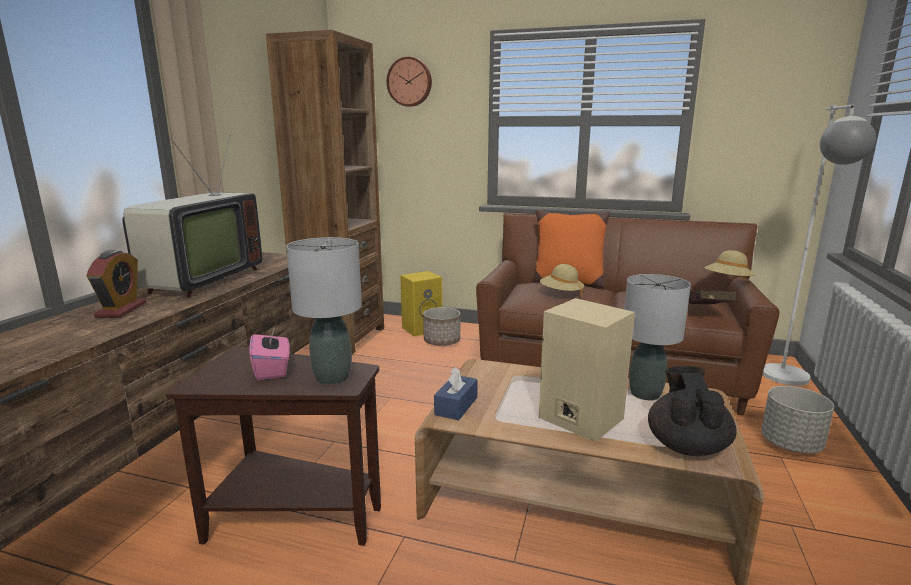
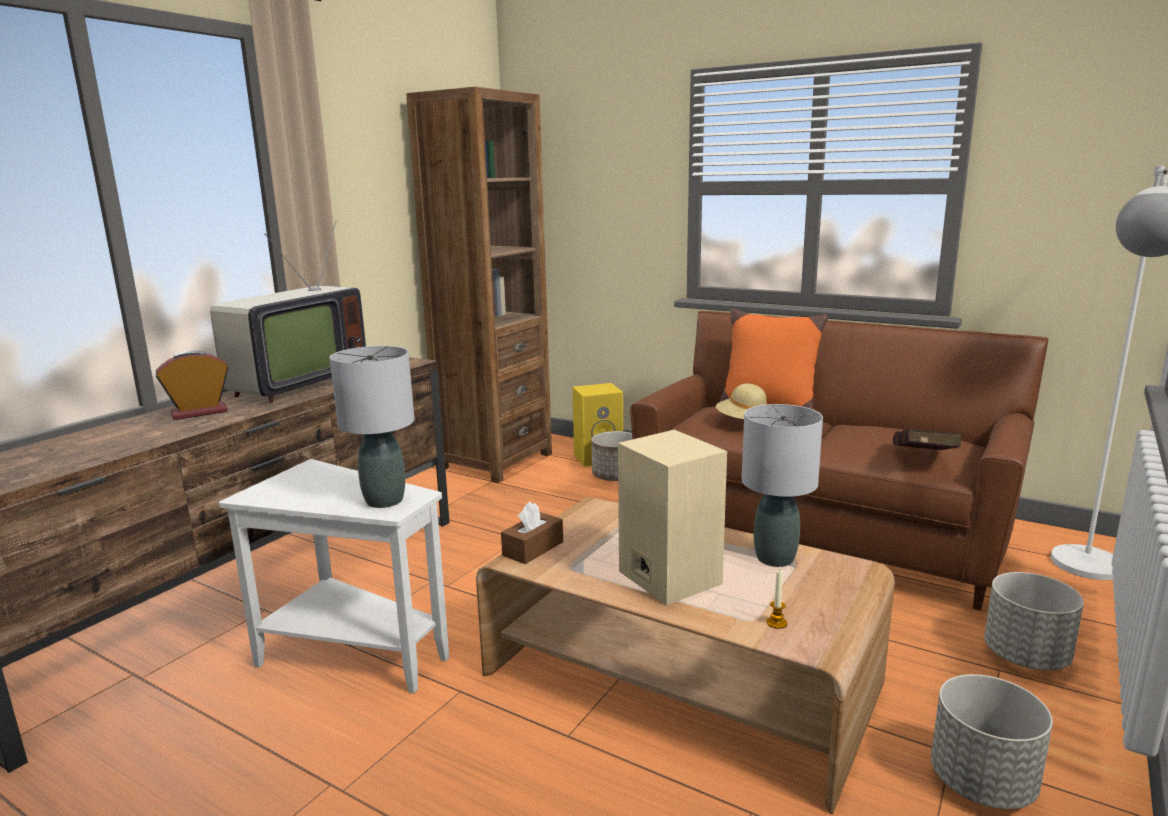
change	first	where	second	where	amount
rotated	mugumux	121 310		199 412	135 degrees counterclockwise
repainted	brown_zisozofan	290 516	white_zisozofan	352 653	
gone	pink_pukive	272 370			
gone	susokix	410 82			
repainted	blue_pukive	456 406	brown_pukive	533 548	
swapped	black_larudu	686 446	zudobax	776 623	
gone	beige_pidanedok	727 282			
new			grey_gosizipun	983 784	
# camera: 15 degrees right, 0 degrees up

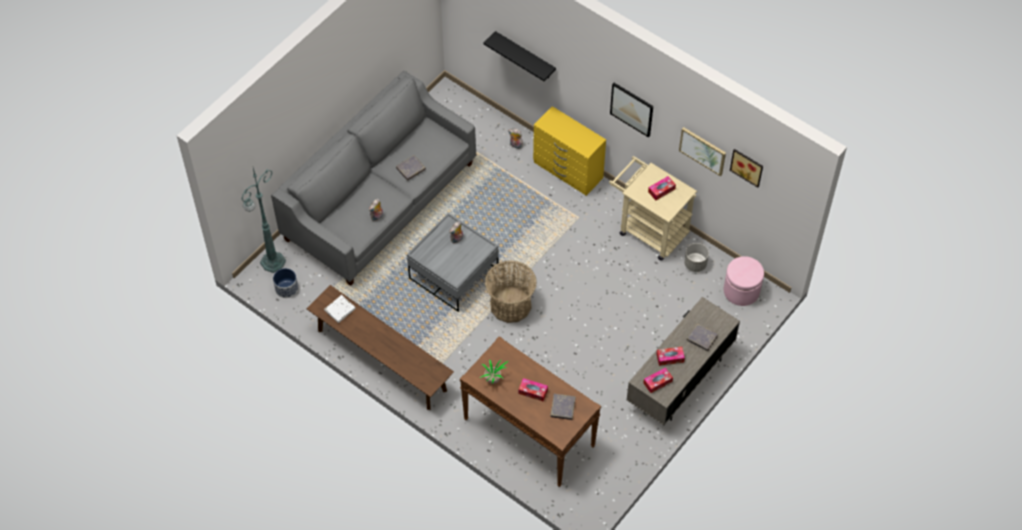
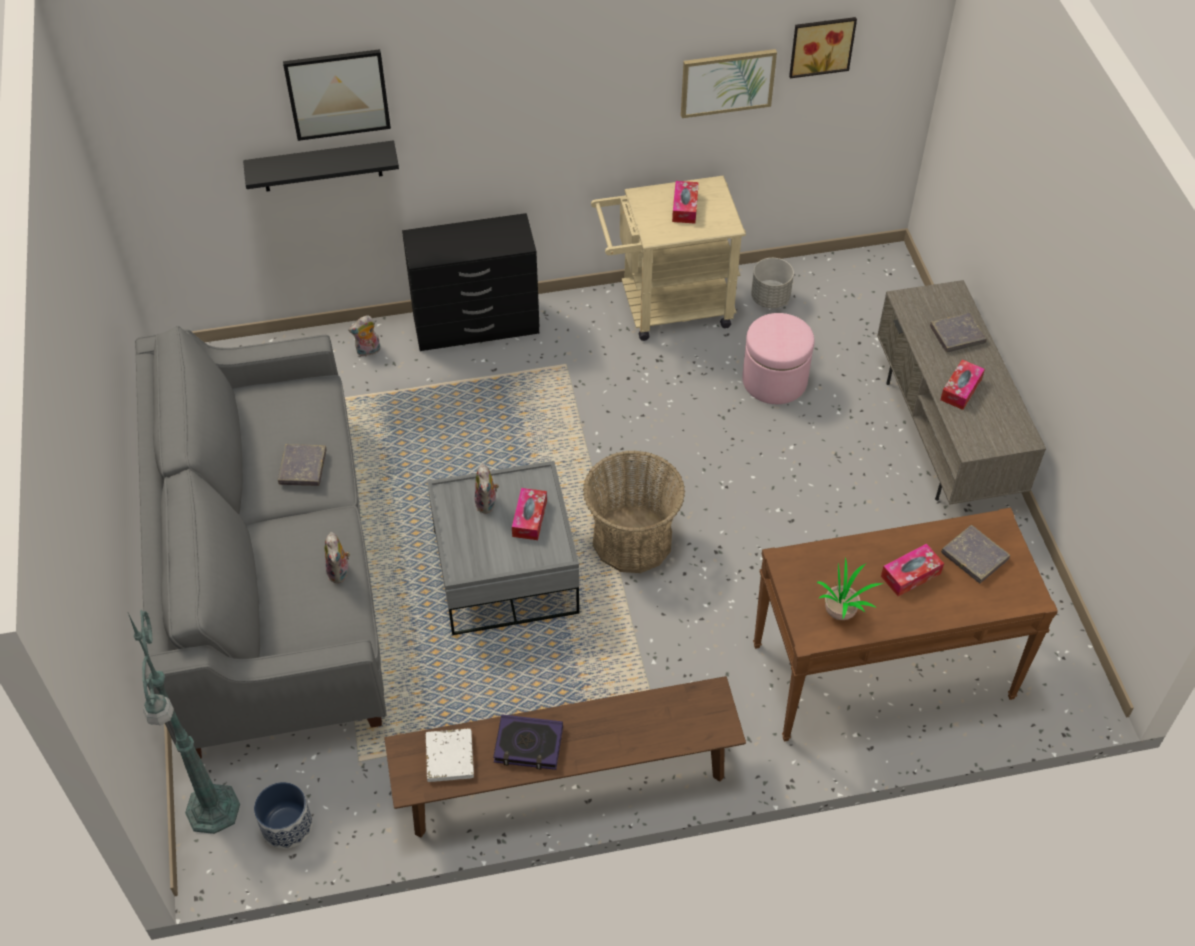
change	first	where	second	where	amount
repainted	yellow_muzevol	568 171	black_muzevol	477 325	
shifted	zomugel	632 109		337 94	
shifted	pukive	657 382		529 518	
shifted	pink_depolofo	741 291		774 380	
new			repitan	528 745	
# camera: 50 degrees left, 5 degrees down

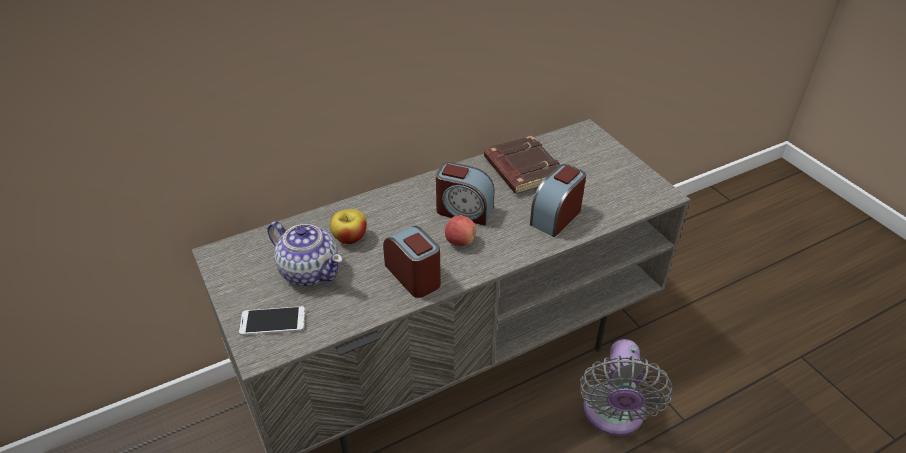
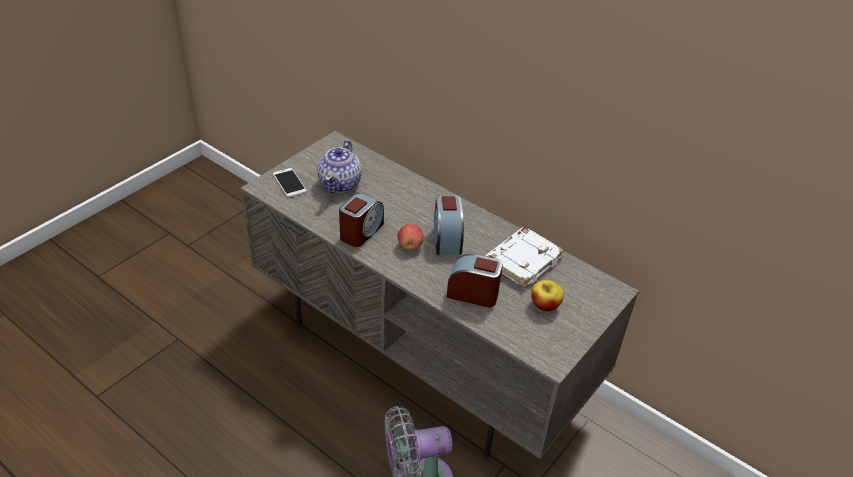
change	first	where	second	where	amount
shifted	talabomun	350 238		545 305	
repainted	brown_repitan	521 170	white_repitan	522 260	
# camera: 65 degrees right, 0 degrees up

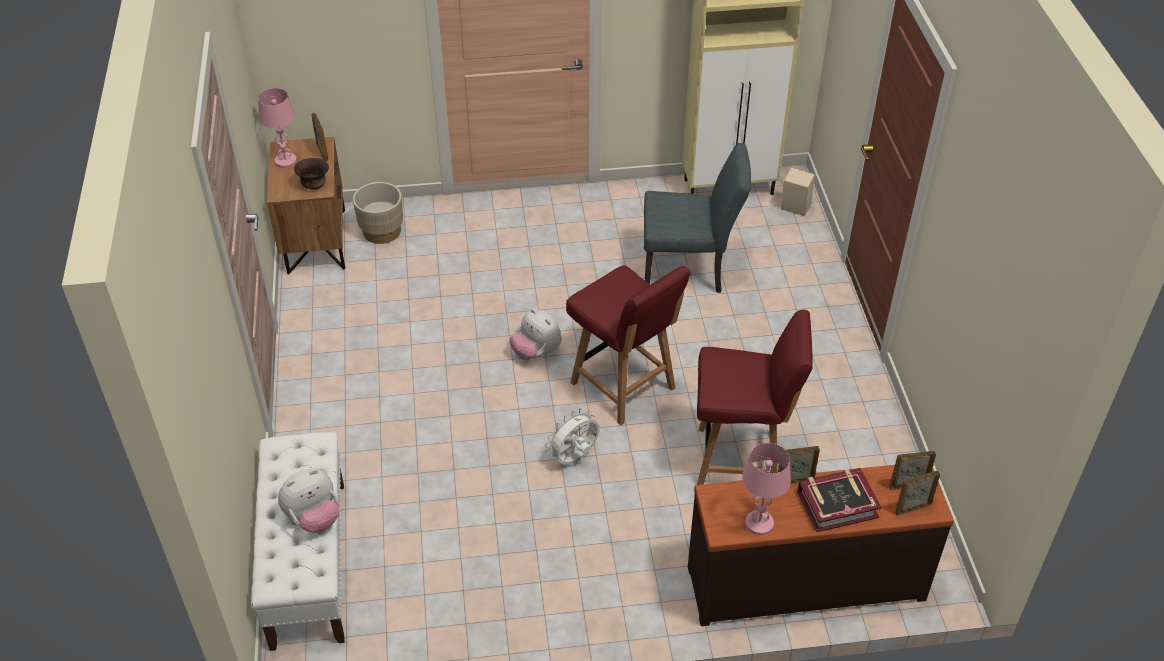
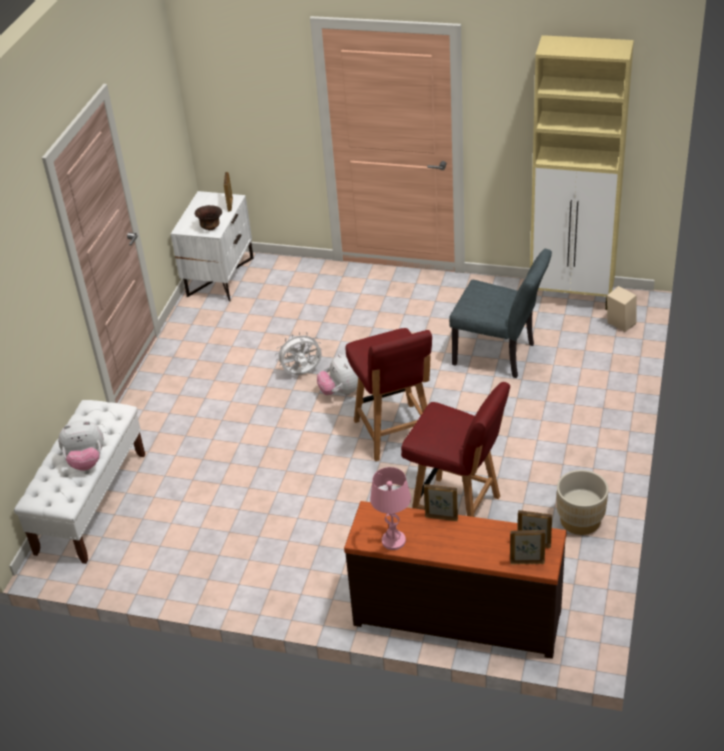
change	first	where	second	where	amount
gone	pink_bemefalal	285 161			
repainted	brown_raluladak	315 241	white_raluladak	219 276	
shifted	beige_gosizipun	382 231		580 520	
shifted	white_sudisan	574 458		302 373	
gone	repitan	837 504			
# camera: 25 degrees right, 5 degrees down

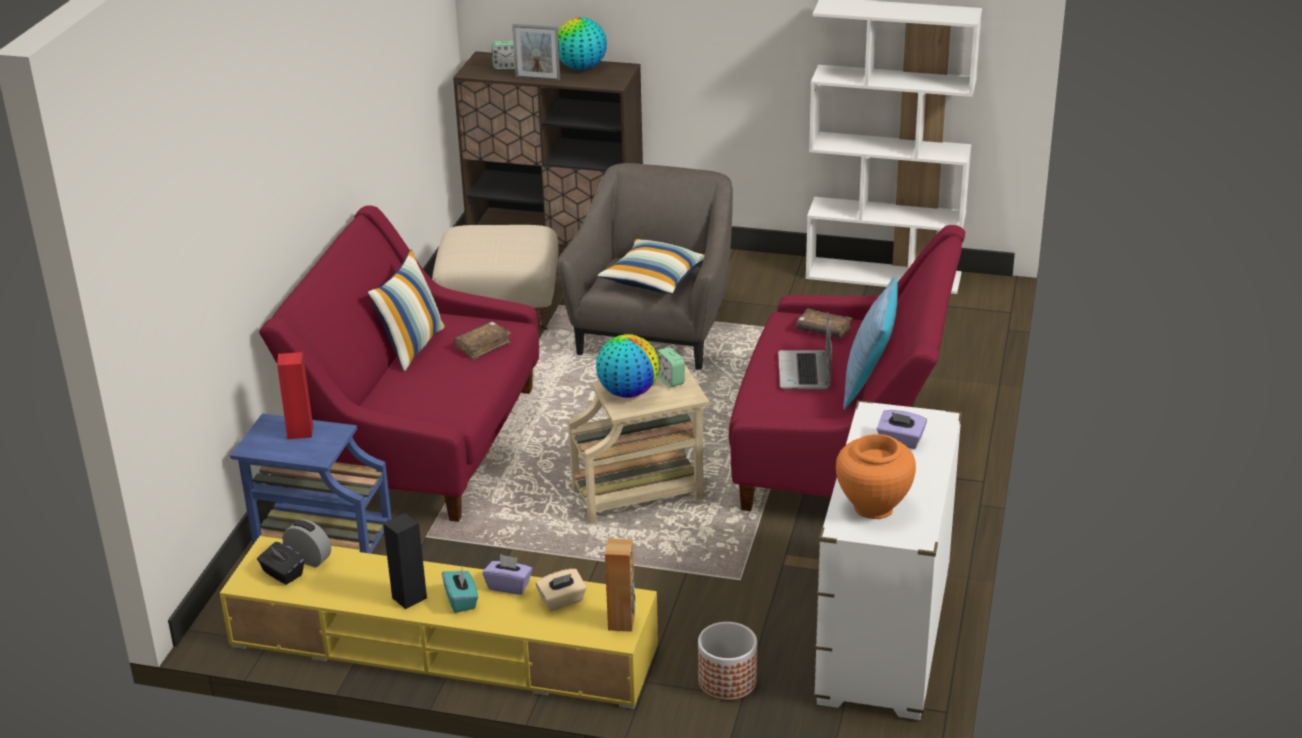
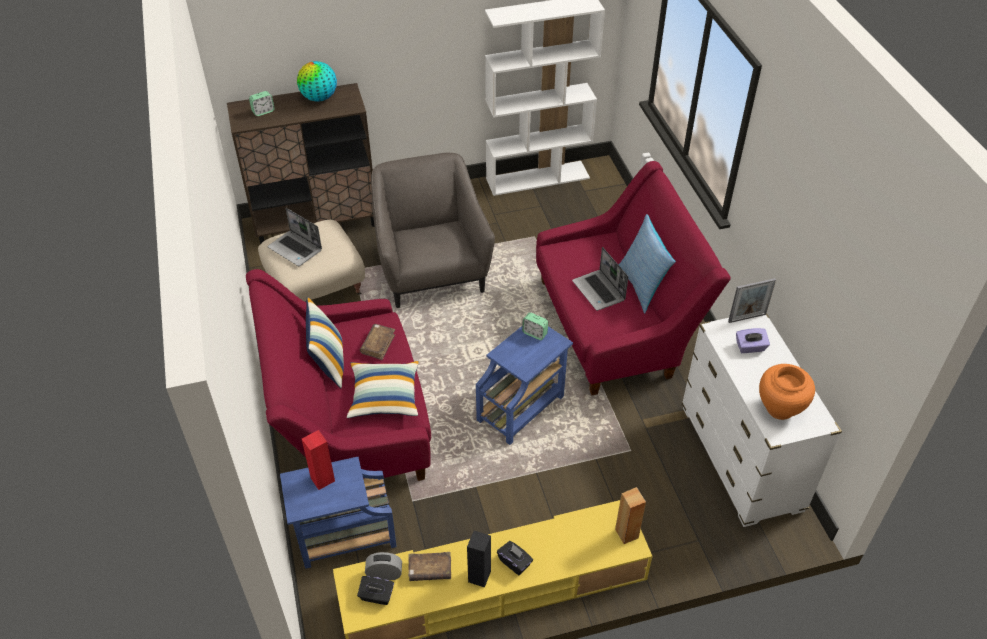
change	first	where	second	where	amount
repainted	turquoise_pukive	461 600	black_pukive	515 562	
gone	purple_pukive	509 586			
shifted	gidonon	537 78		747 318	
gone	beige_pukive	562 600			
repainted	beige_zisozofan	641 494	blue_zisozofan	522 407	
gone	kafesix	628 392			
shifted	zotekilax	654 279		384 396	
gone	gosizipun	727 681			
shifted	brown_repitan	823 330		430 570	
new			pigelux	296 249	
# camera: 30 degrees left, 15 degrees up

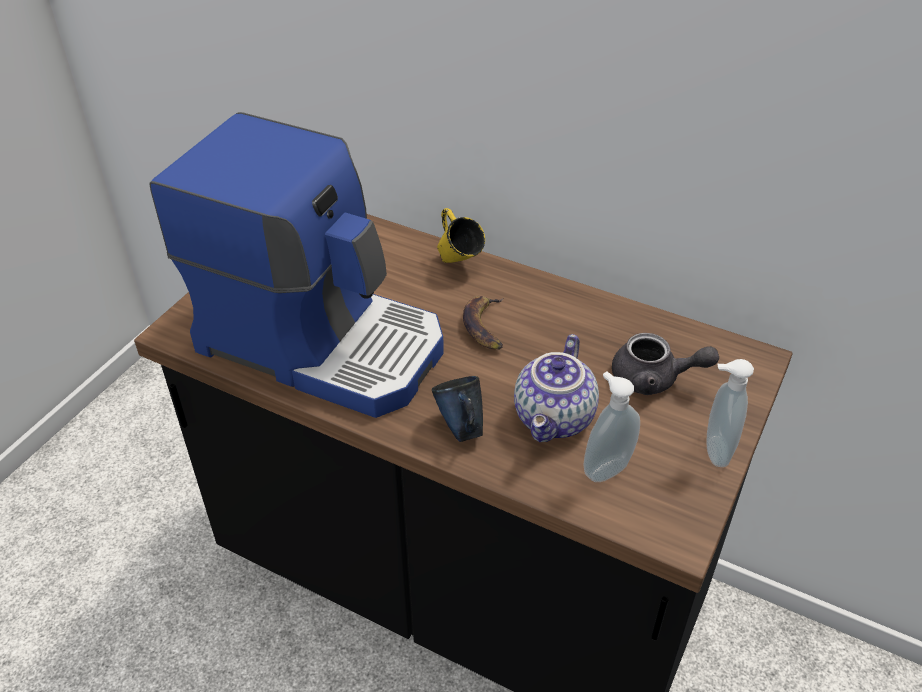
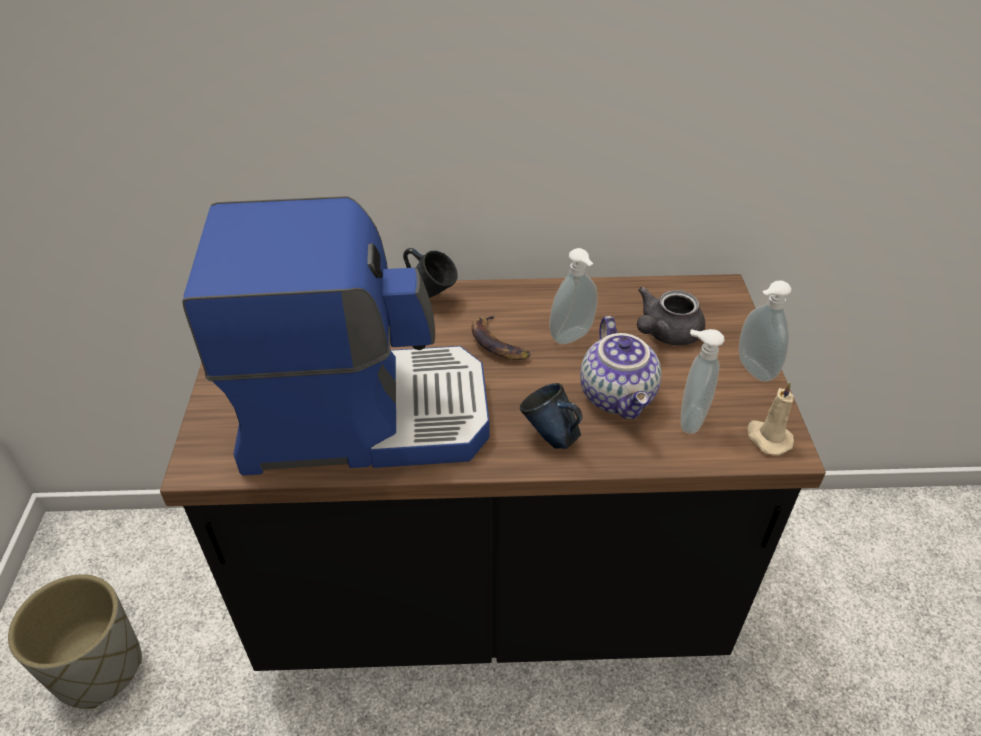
change	first	where	second	where	amount
repainted	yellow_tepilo	458 264	blue_tepilo	430 298	
rotated	grey_larudu	654 379		665 333	150 degrees clockwise
new			grey_gosizipun	98 667	
new			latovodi	573 338	
new			beige_zudobax	767 438	
# camera: 30 degrees left, 0 degrees up

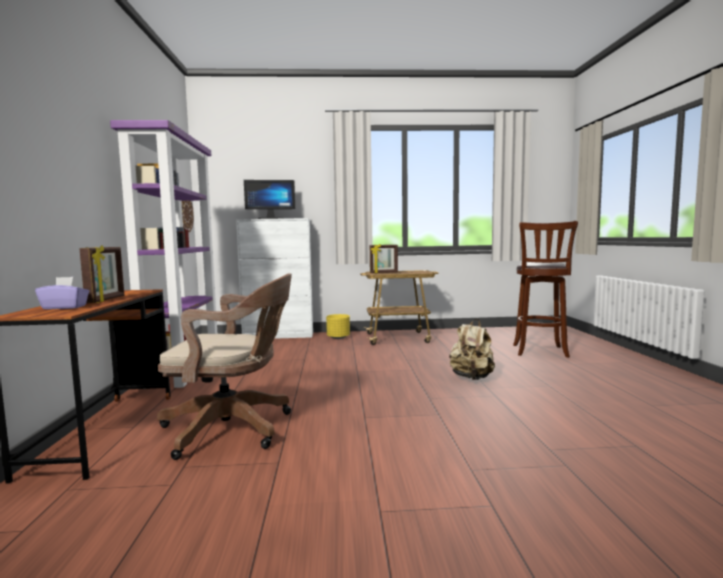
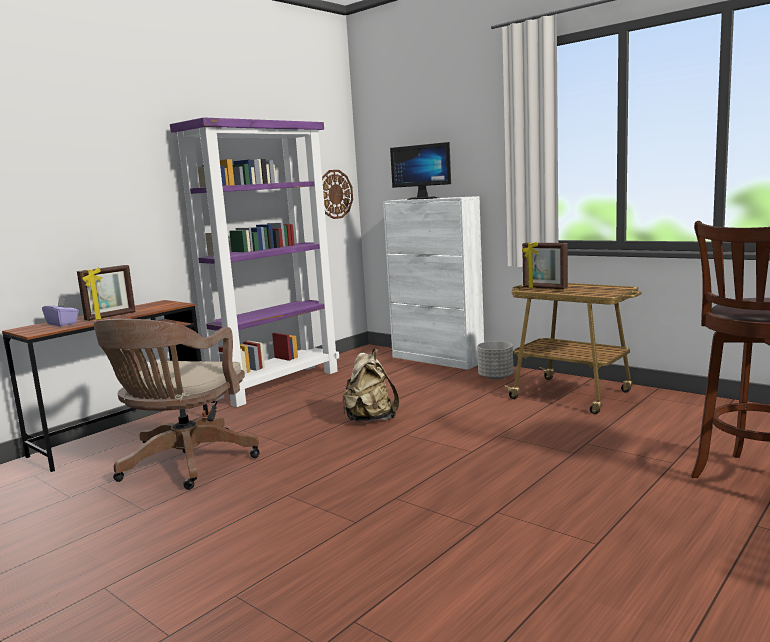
change	first	where	second	where	amount
rotated	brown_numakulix	234 428		184 464	60 degrees clockwise
repainted	yellow_gosizipun	338 338	grey_gosizipun	496 377	
shifted	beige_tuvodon	472 378		370 419	
# camera: 45 degrees right, 5 degrees up

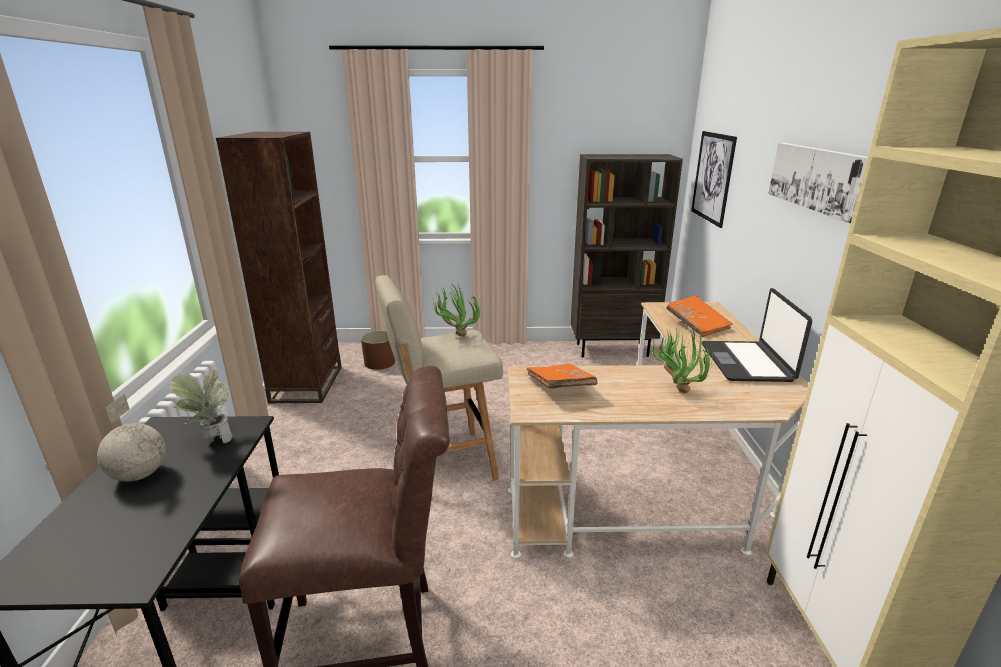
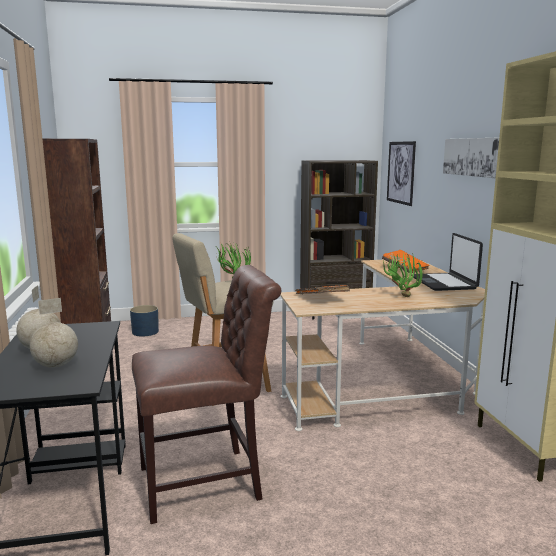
change	first	where	second	where	amount
gone	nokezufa	212 441			
repainted	brown_gosizipun	379 363	blue_gosizipun	145 332	
new			kafesix	57 365	
# camera: 10 degrees left, 10 degrees down

